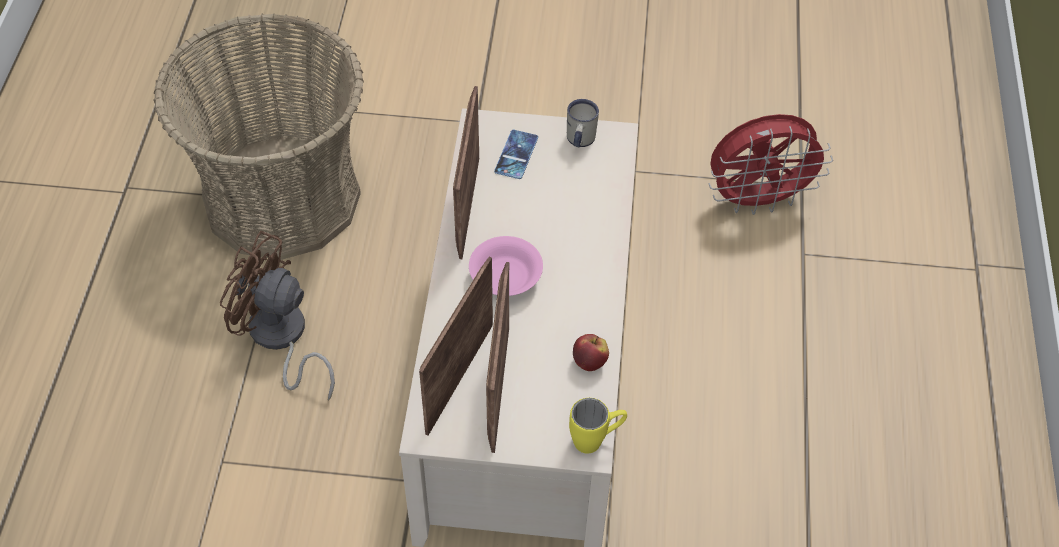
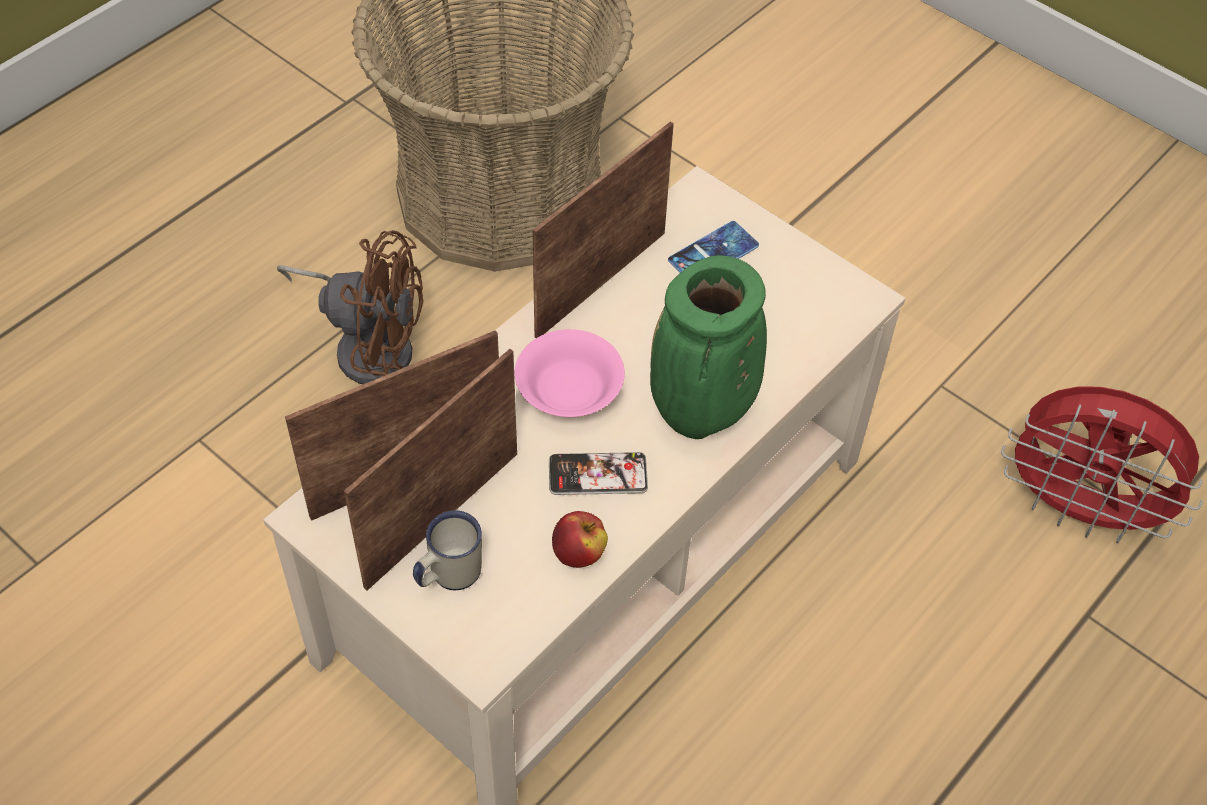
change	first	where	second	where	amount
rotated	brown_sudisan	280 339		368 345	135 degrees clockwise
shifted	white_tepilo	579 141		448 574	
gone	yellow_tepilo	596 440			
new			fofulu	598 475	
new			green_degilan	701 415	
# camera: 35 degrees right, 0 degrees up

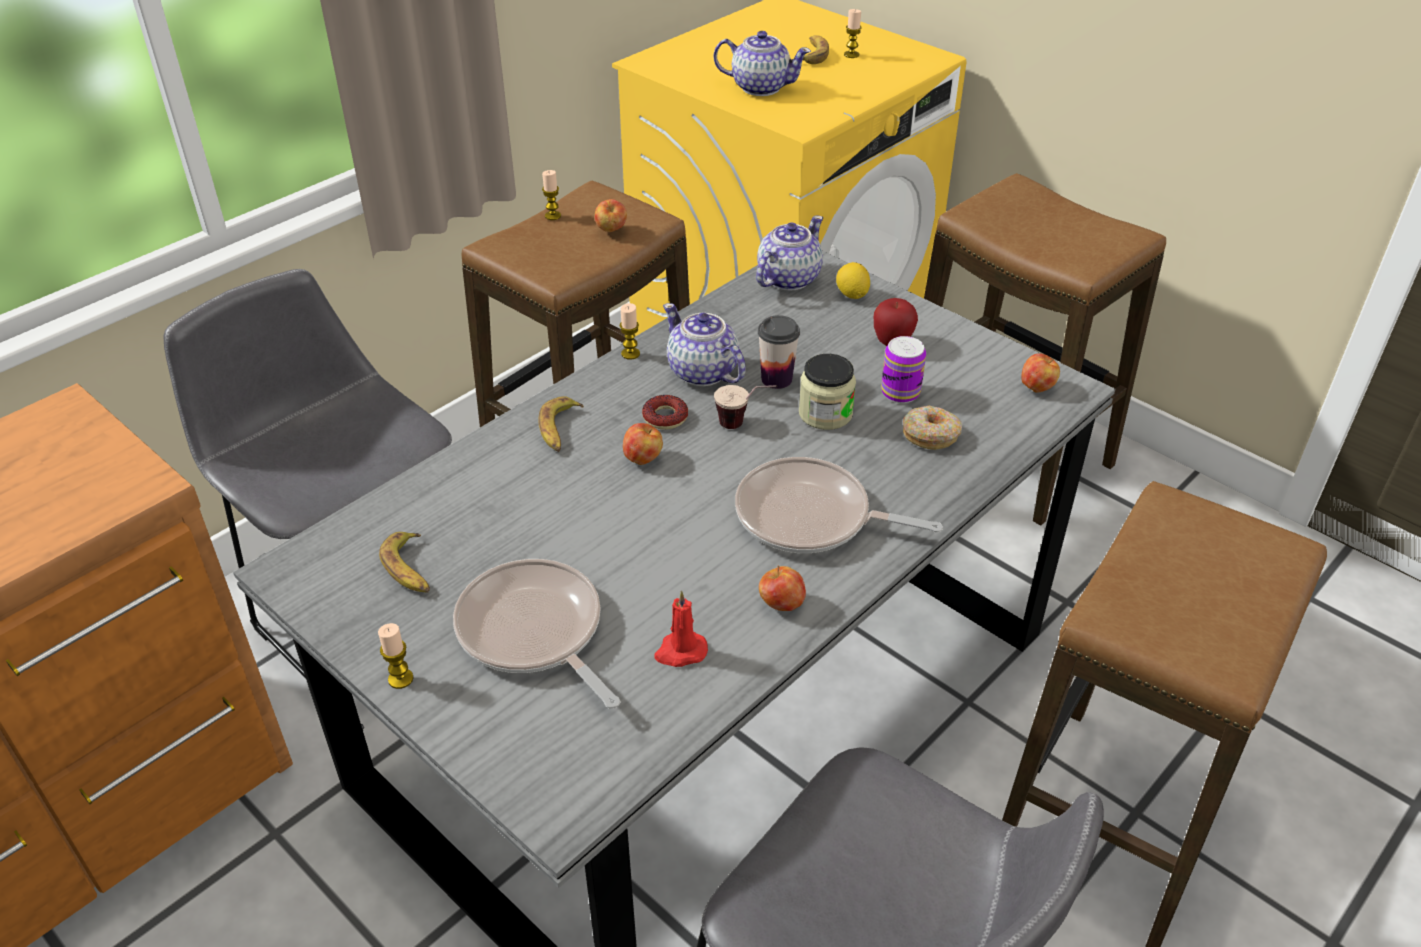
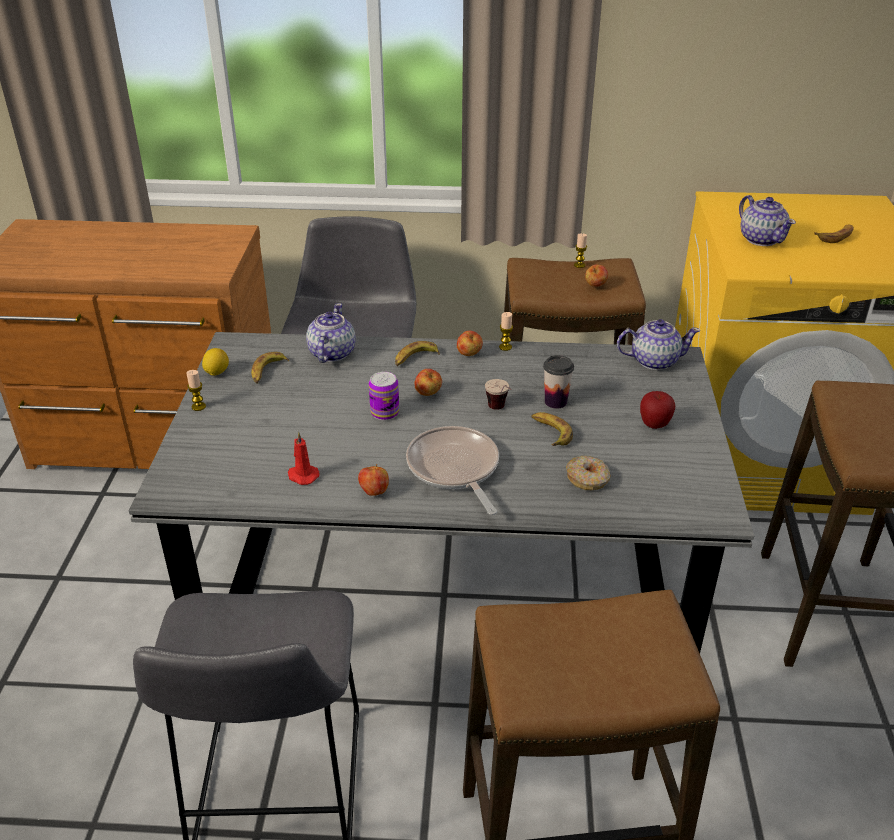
change	first	where	second	where	amount
gone	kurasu	534 633			
gone	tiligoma	665 417			
shifted	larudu	703 373		331 353	
swapped	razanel	825 414	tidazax	550 432	
shifted	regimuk	852 295		217 372	
gone	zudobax	851 55			
shifted	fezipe	900 392		384 413	
shifted	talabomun	1037 387		469 354	
# camera: 50 degrees right, 5 degrees down

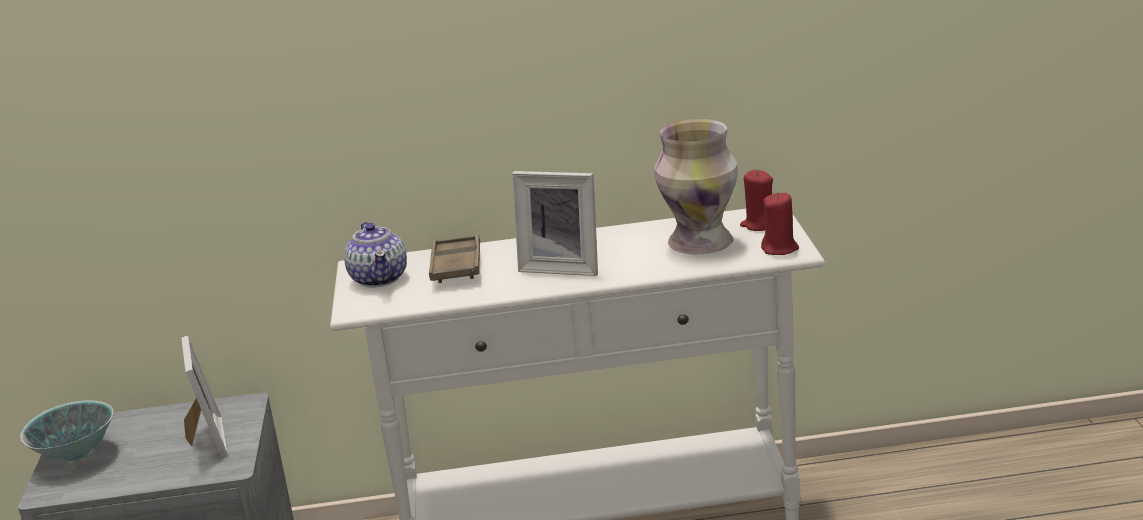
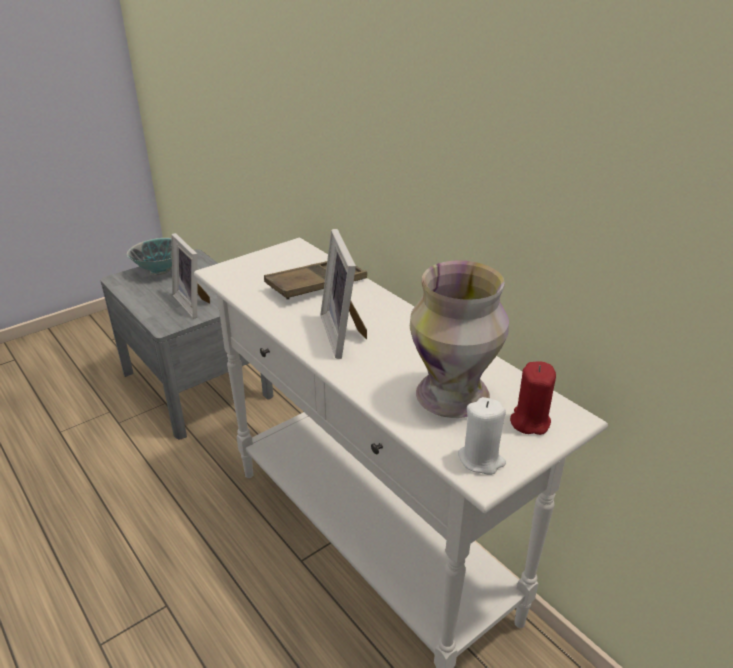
change	first	where	second	where	amount
rotated	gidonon	205 440		194 303	105 degrees clockwise
gone	larudu	379 278			
repainted	red_zudobax	780 249	white_zudobax	481 459	
# camera: 55 degrees right, 10 degrees up

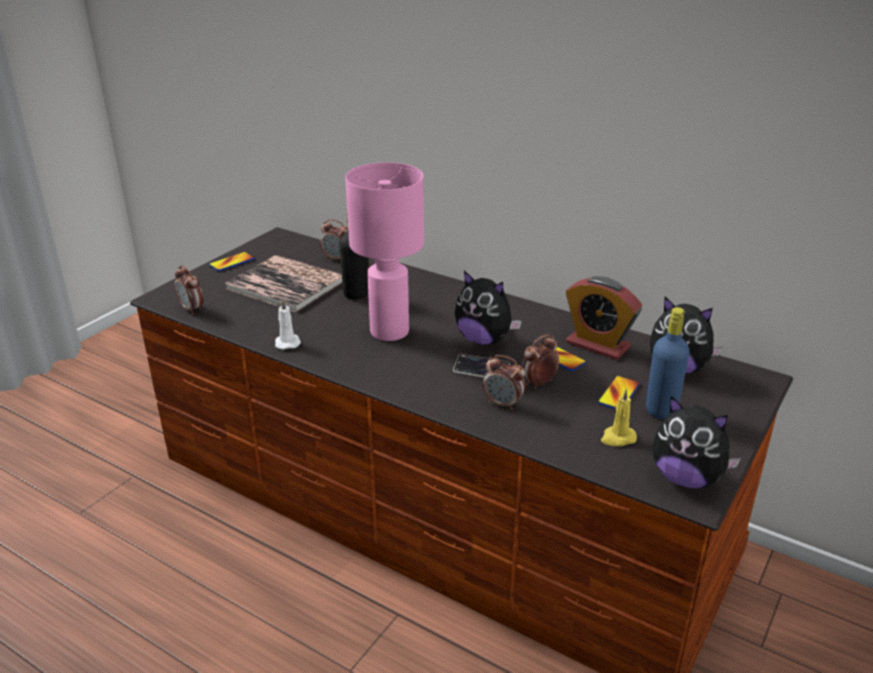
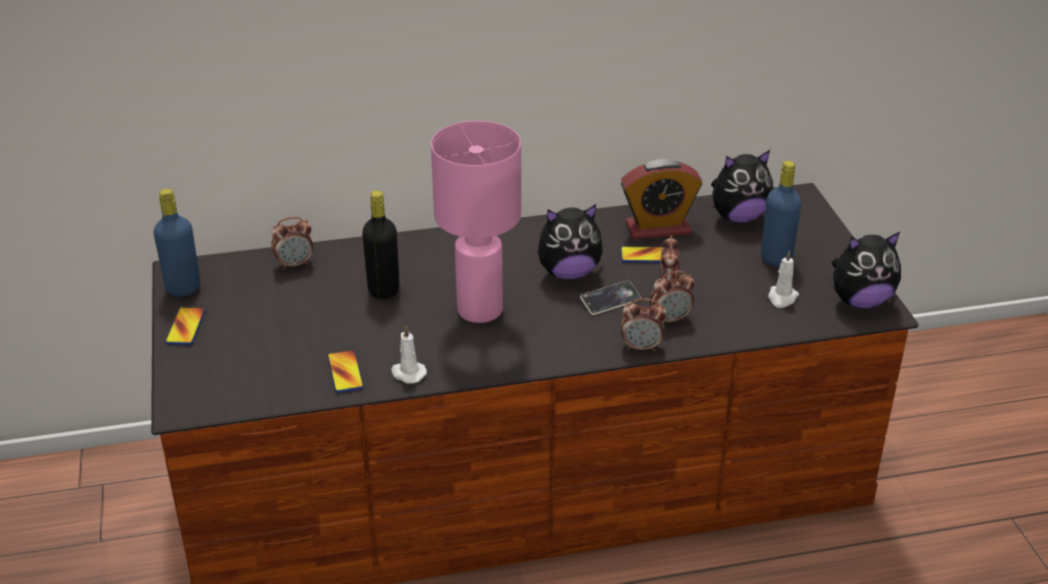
change	first	where	second	where	amount
shifted	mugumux	192 309		641 347	
gone	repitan	286 284			
shifted	fofulu	618 394		345 372	
repainted	yellow_zudobax	617 438	white_zudobax	782 298	
new			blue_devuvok	183 288	
# camera: 45 degrees left, 5 degrees up

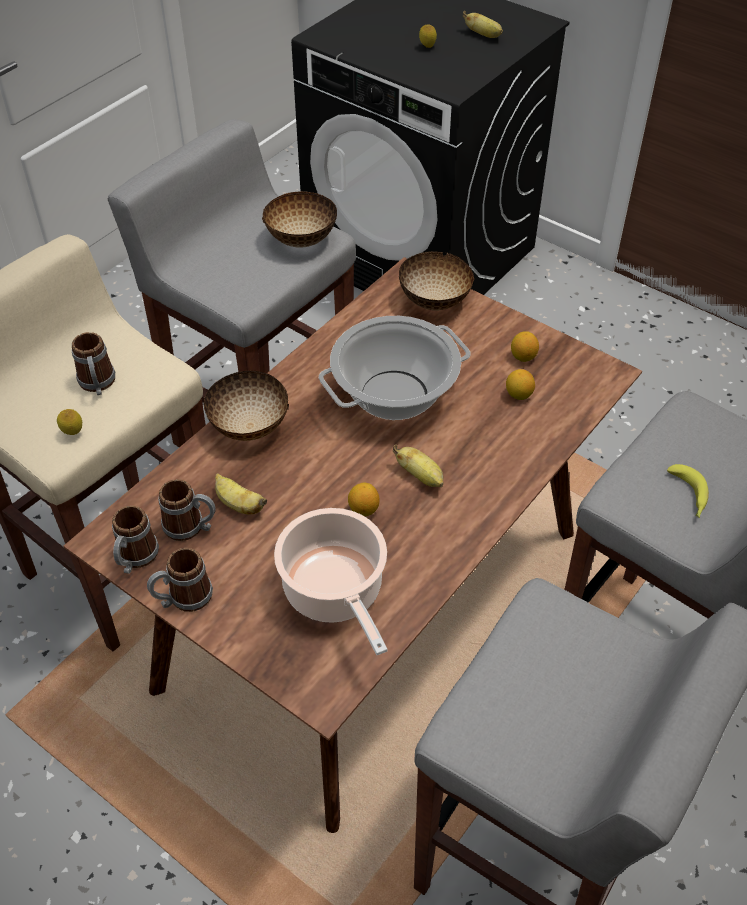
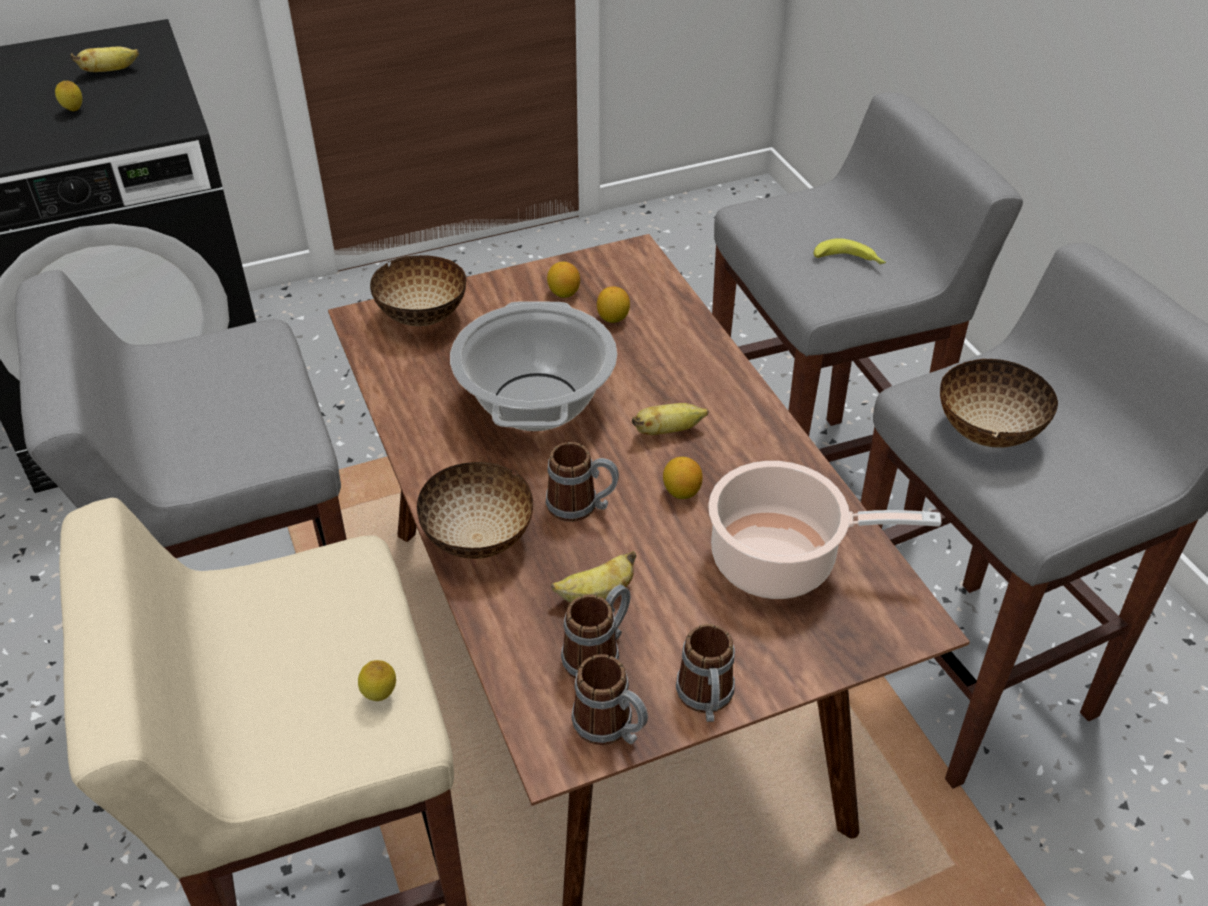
change	first	where	second	where	amount
shifted	tepilo	98 385		581 506	
shifted	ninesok	302 239		986 431	
# camera: 60 degrees left, 5 degrees down

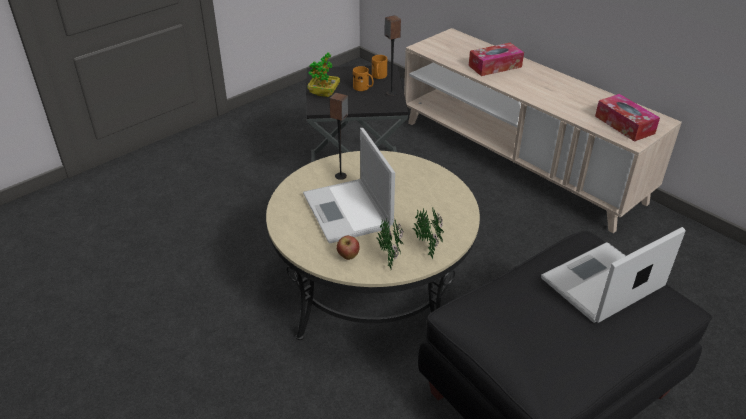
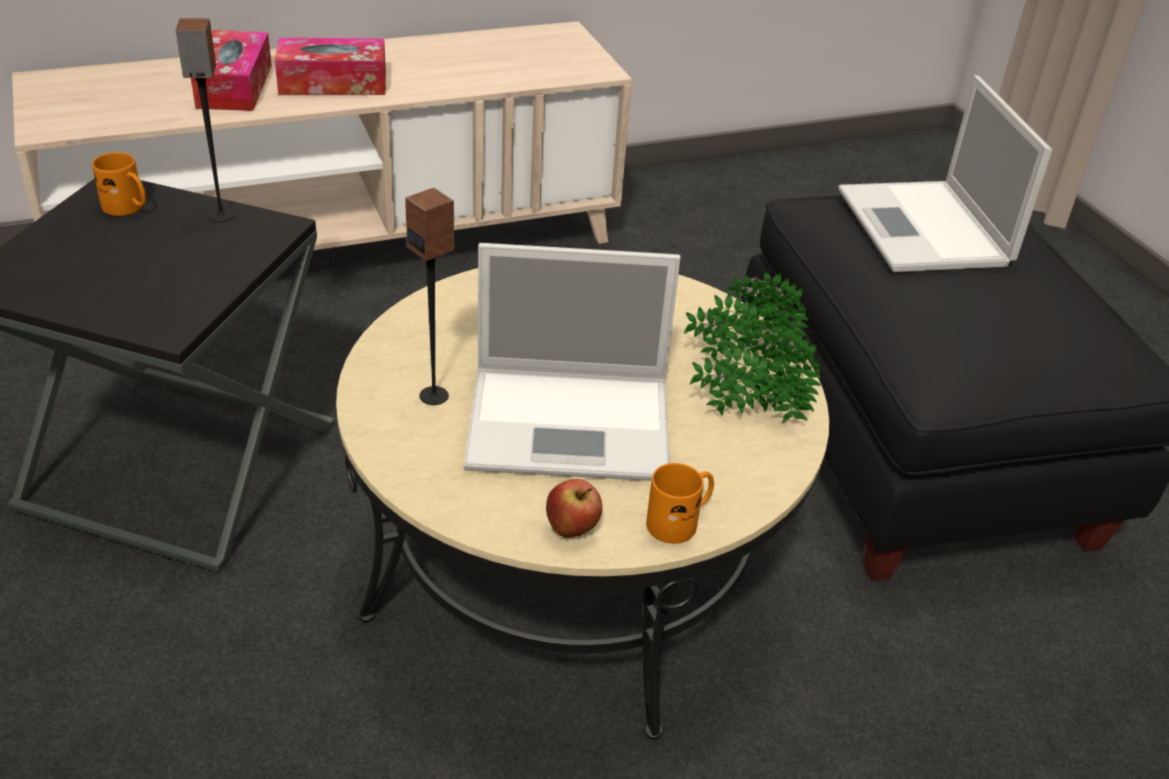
change	first	where	second	where	amount
gone	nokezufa	324 93			
shifted	talabomun	348 256		572 529	
shifted	orange_tepilo	364 88		679 521	
shifted	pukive	624 125		333 83	
# camera: 70 degrees left, 0 degrees up

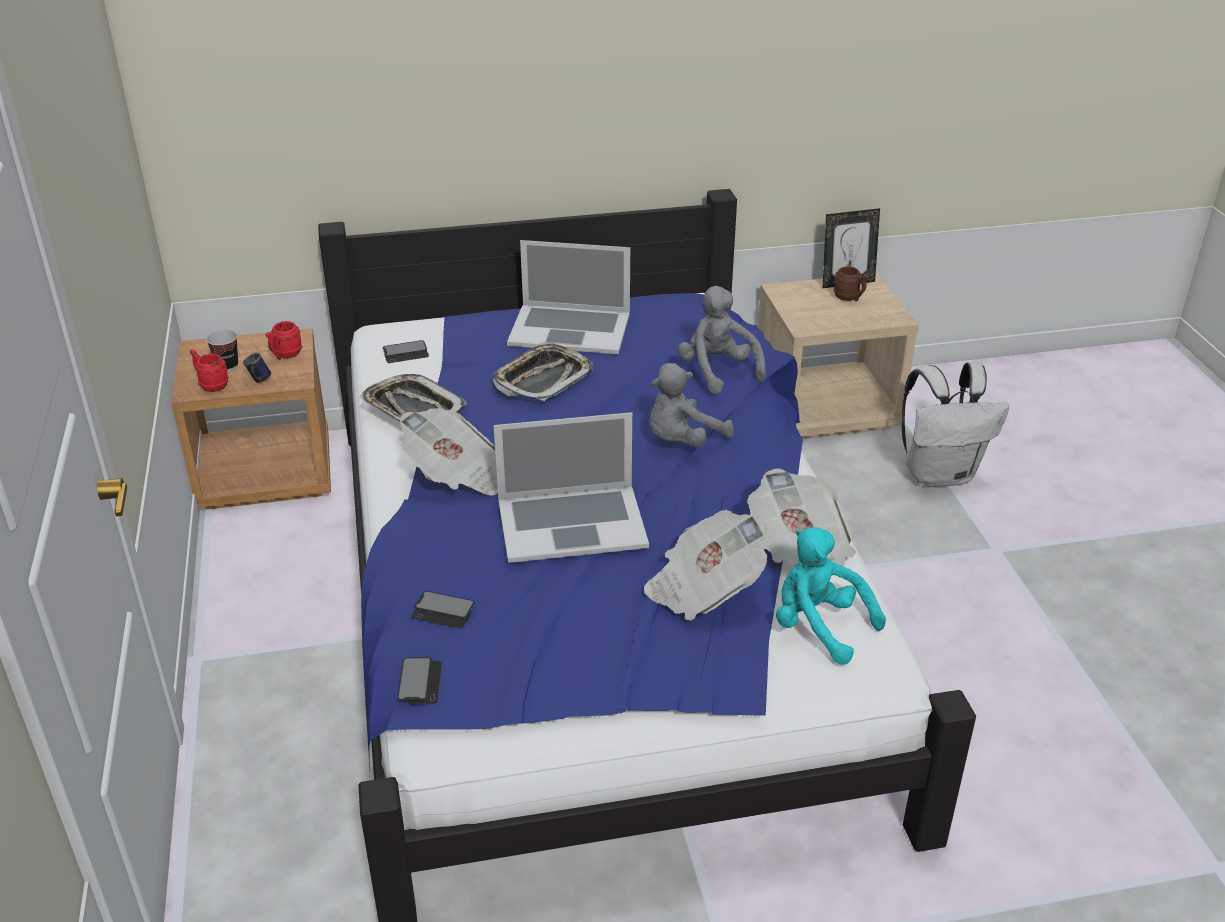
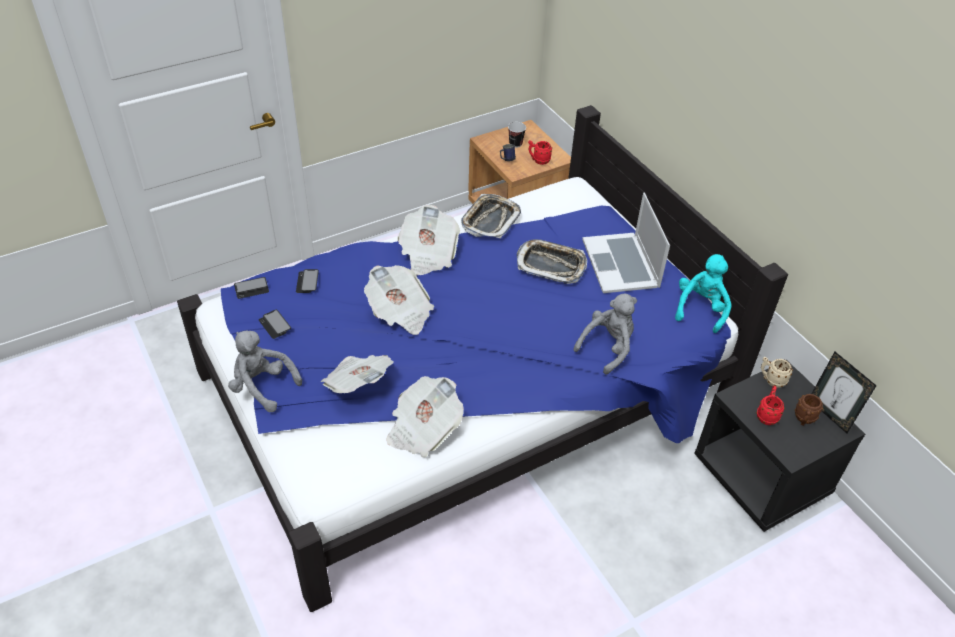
change	first	where	second	where	amount
shifted	red_tepilo	211 385		767 415	
shifted	fofulu	405 353		275 325	
swapped	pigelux	571 523	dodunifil	400 312	
shifted	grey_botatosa	682 441		262 387	
repainted	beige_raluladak	826 409	black_raluladak	761 477	
shifted	turquoise_botatosa	818 626		700 309	
gone	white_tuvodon	940 474			
new			beige_tepilo	771 380	
# camera: 70 degrees right, 10 degrees up

